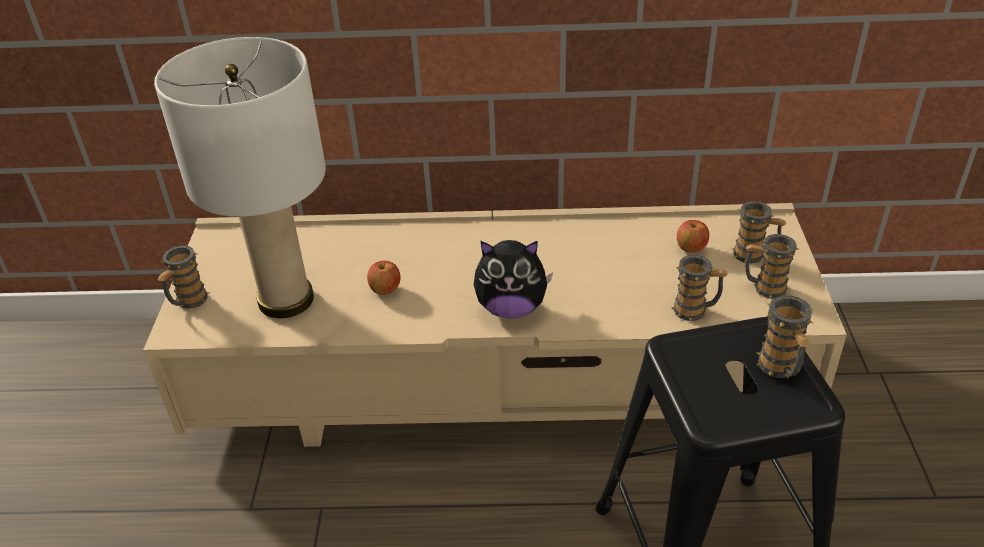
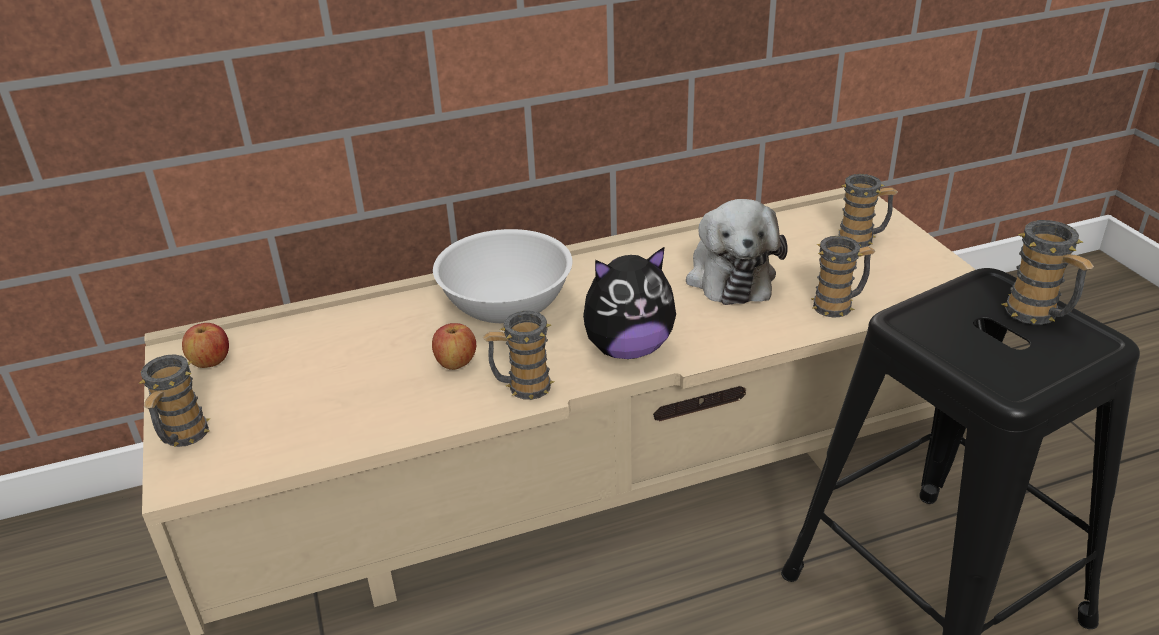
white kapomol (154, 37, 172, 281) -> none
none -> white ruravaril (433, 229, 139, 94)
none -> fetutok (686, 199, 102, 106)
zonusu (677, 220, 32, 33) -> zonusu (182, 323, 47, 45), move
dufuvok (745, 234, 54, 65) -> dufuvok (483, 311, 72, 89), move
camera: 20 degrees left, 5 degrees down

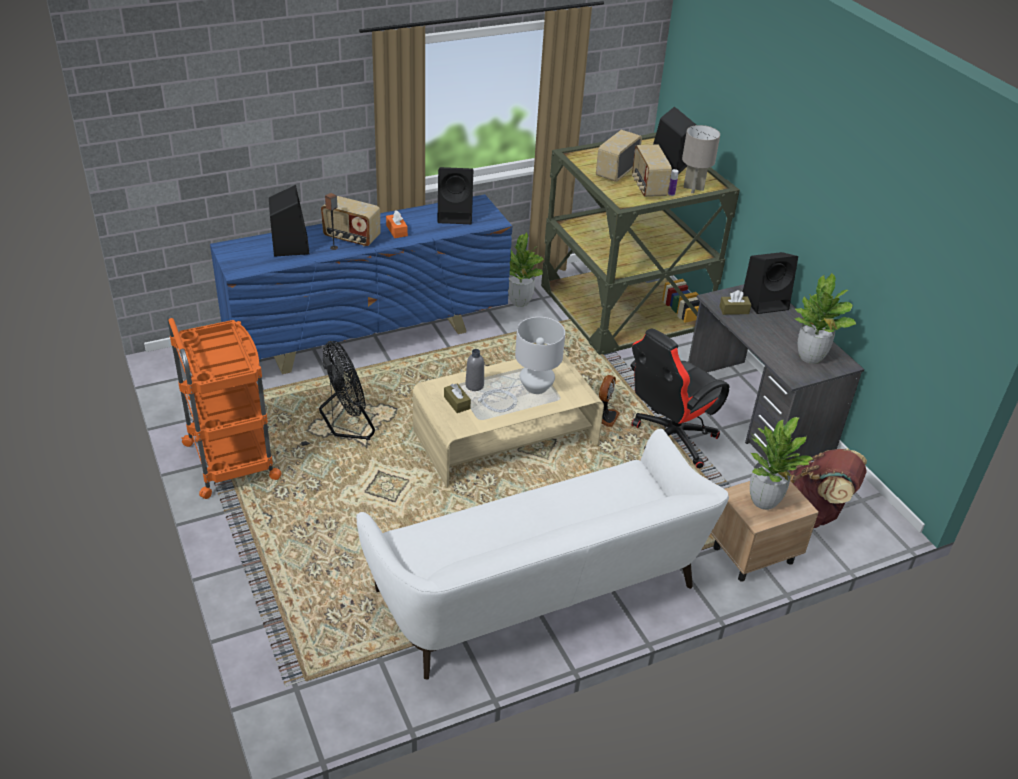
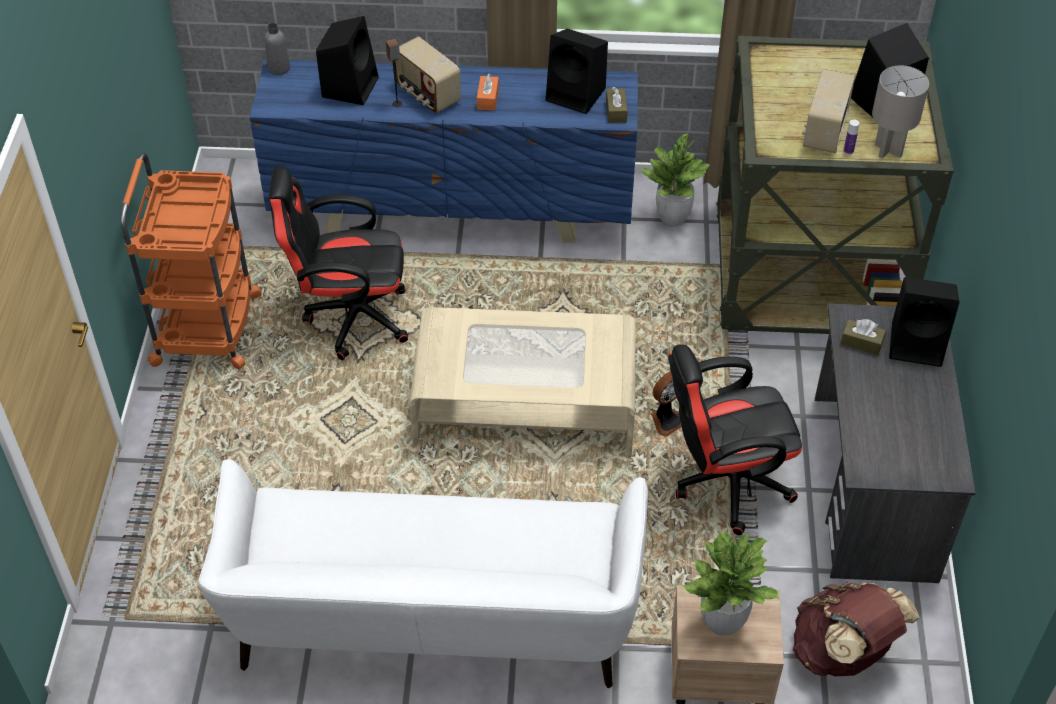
white kapomol (478, 317, 87, 95) -> none
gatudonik (596, 130, 46, 52) -> none
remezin (795, 273, 61, 91) -> none
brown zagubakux (444, 383, 27, 30) -> brown zagubakux (606, 87, 22, 36), move
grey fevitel (465, 349, 19, 42) -> grey fevitel (264, 23, 26, 52), move
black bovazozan (300, 341, 75, 105) -> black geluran (268, 167, 140, 194)
camera: 30 degrees right, 10 degrees up

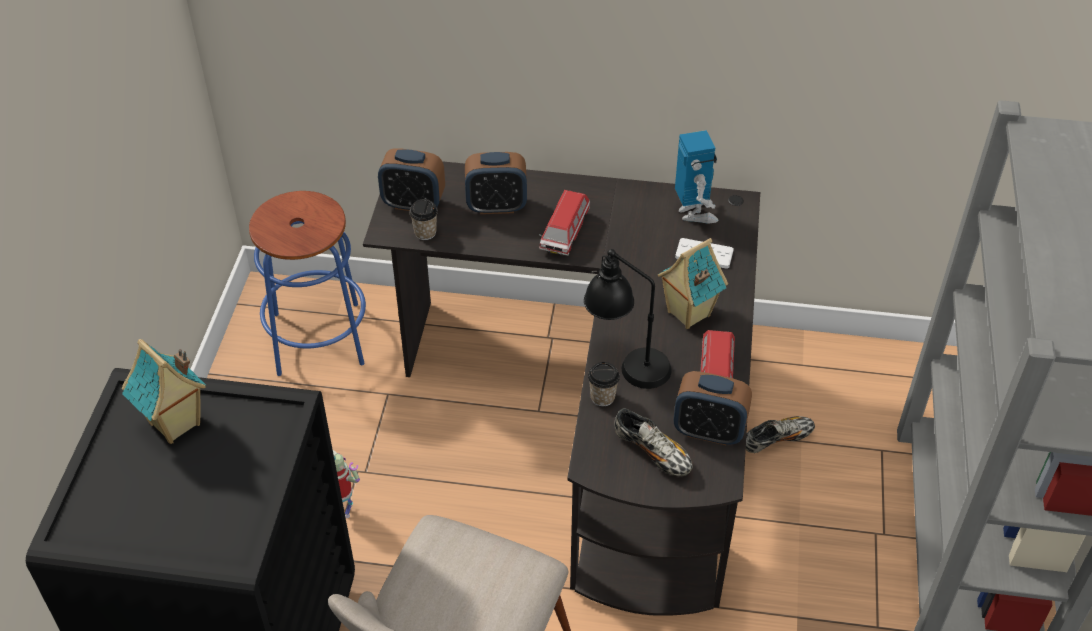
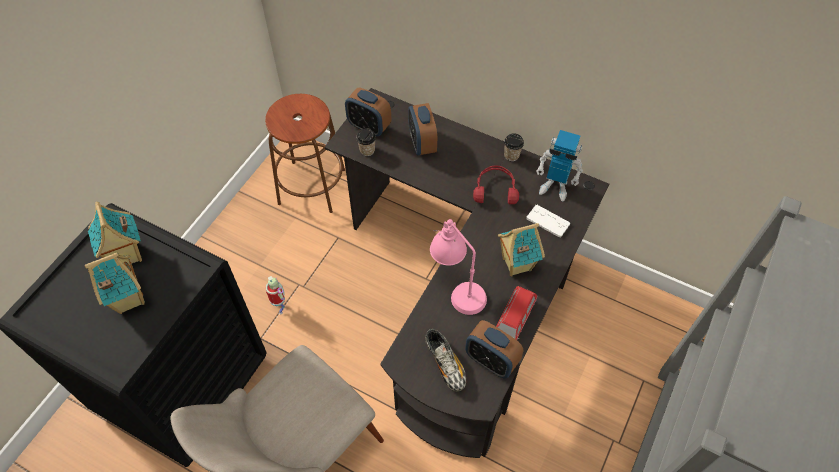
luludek (539, 190, 51, 66) -> none
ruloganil (746, 416, 69, 37) -> none
none -> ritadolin (85, 252, 60, 62)
none -> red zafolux (473, 165, 46, 39)
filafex (588, 362, 32, 44) -> filafex (504, 133, 20, 28), move
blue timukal (249, 191, 117, 185) -> brown timukal (265, 94, 80, 119)
black kapomol (584, 249, 88, 140) -> pink kapomol (430, 219, 57, 96)
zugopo (465, 152, 62, 62) -> zugopo (408, 103, 29, 52), 60 degrees clockwise
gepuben (675, 130, 44, 94) -> gepuben (536, 130, 47, 71), 105 degrees clockwise
camera: 20 degrees right, 10 degrees up

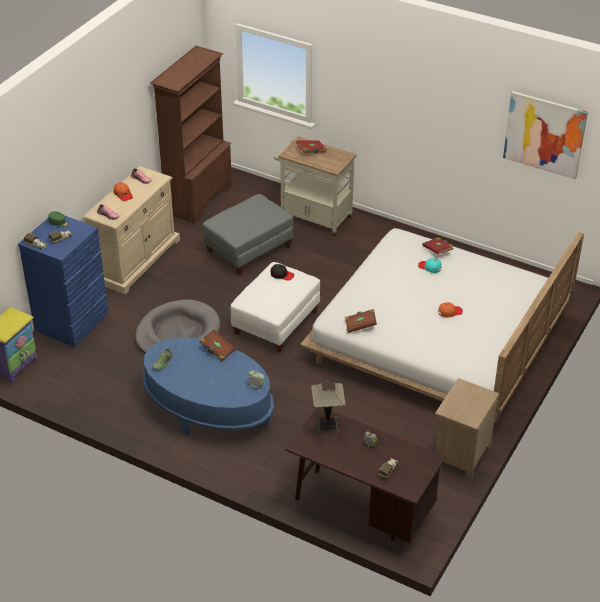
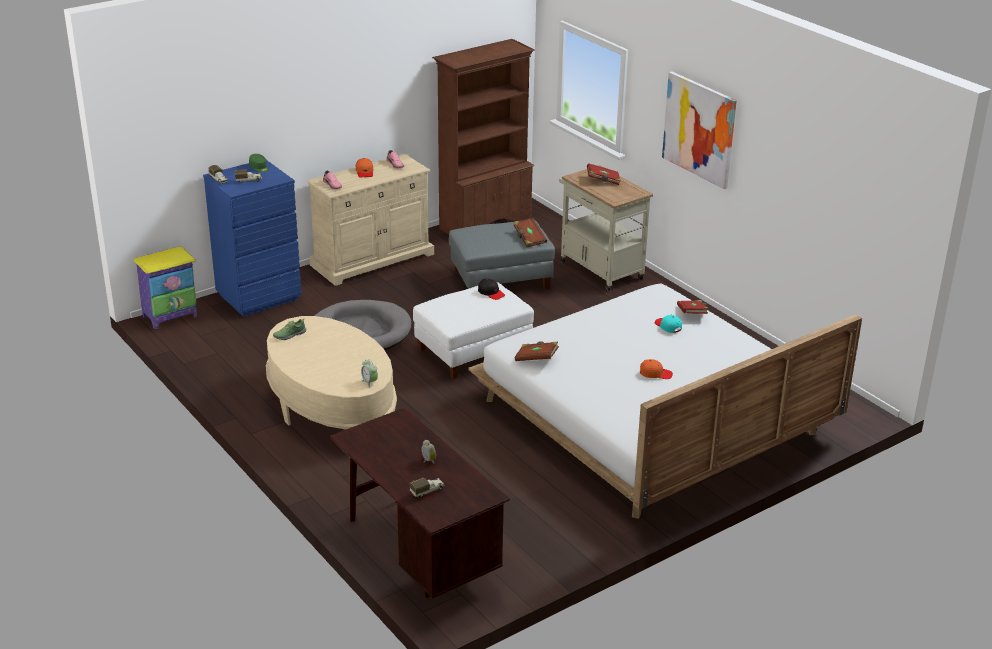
kapomol (311, 381, 35, 53) -> none
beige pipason (435, 378, 64, 100) -> none
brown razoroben (200, 330, 36, 31) -> brown razoroben (513, 218, 34, 29), move
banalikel (503, 91, 85, 88) -> banalikel (662, 71, 75, 118), move
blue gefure (143, 338, 131, 97) -> beige gefure (266, 316, 131, 114)
camera: 25 degrees right, 10 degrees down

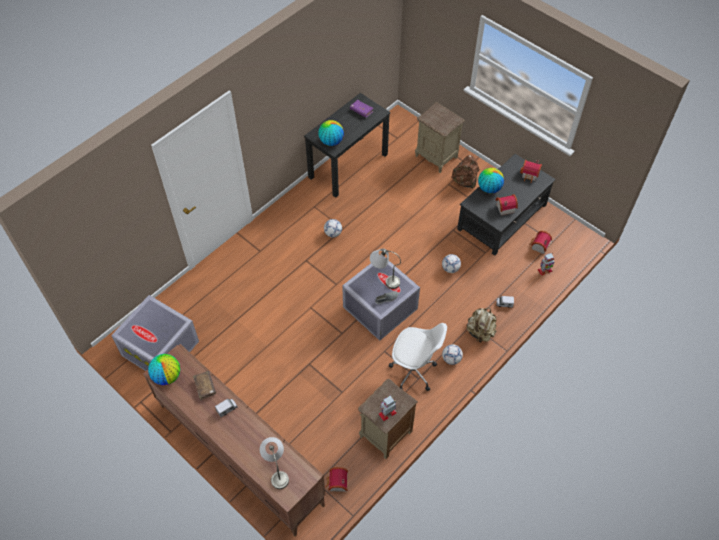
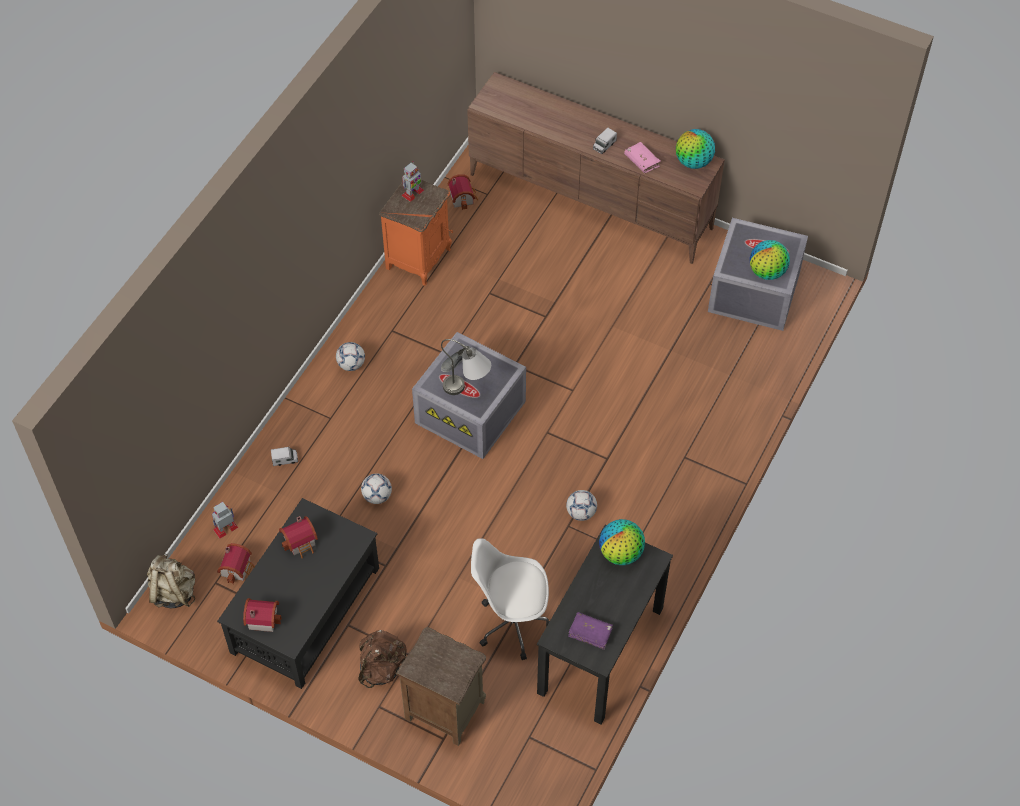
grey kapomol (260, 437, 29, 52) -> none
white geluran (389, 323, 58, 68) -> white geluran (471, 538, 79, 122), move
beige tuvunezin (467, 308, 30, 34) -> beige tuvunezin (147, 553, 48, 55), move
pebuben (478, 168, 26, 26) -> pebuben (750, 240, 40, 40), move
brown razoroben (193, 371, 23, 29) -> pink razoroben (624, 142, 36, 31)
beige pipason (358, 379, 60, 80) -> orange pipason (379, 179, 74, 107)
camera: 165 degrees right, 0 degrees up

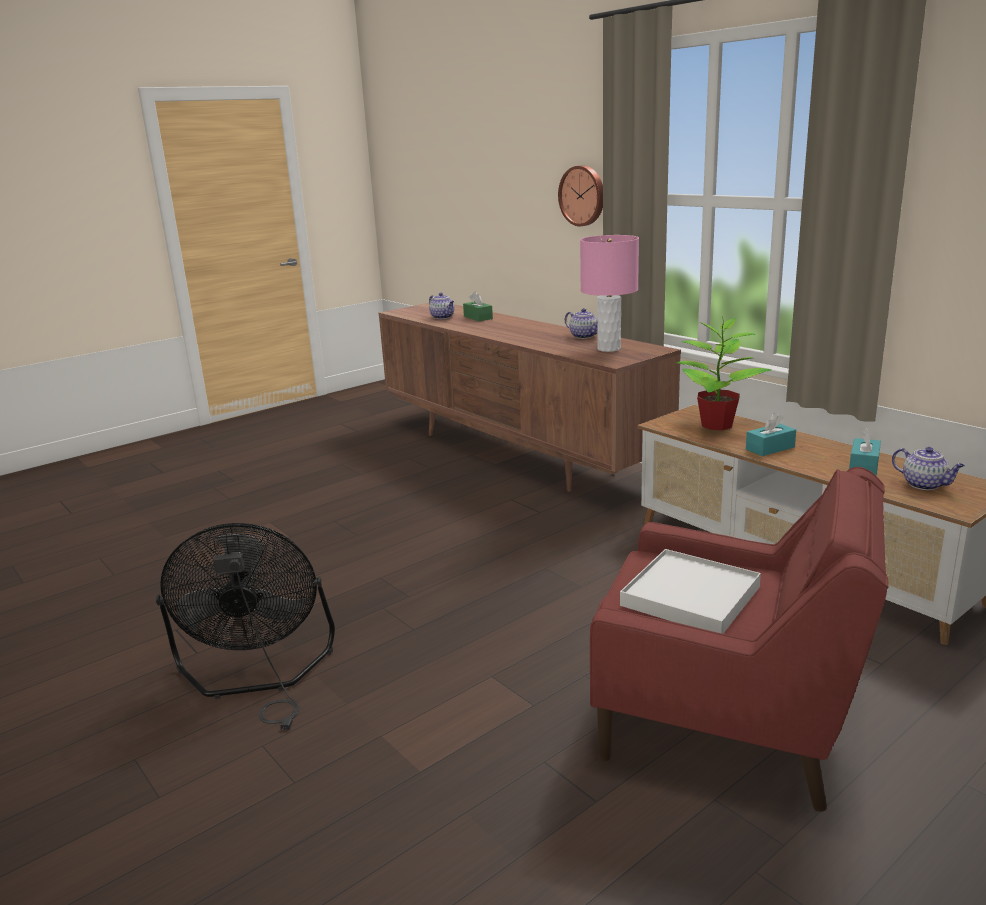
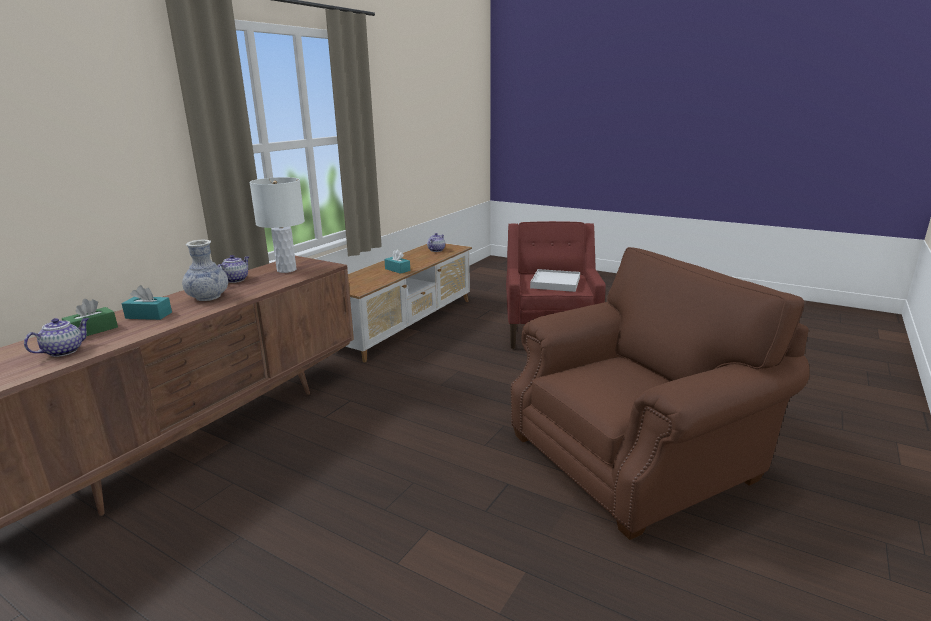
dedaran (558, 165, 45, 61) -> none
remezin (676, 317, 96, 113) -> none
none -> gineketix (182, 240, 46, 61)
turquoise zagubakux (849, 428, 32, 47) -> turquoise zagubakux (121, 285, 51, 35), move
black bovazozan (156, 523, 179, 207) -> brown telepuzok (510, 247, 300, 293)
pink kapomol (580, 235, 59, 117) -> white kapomol (249, 177, 56, 96)
camera: 110 degrees left, 0 degrees up

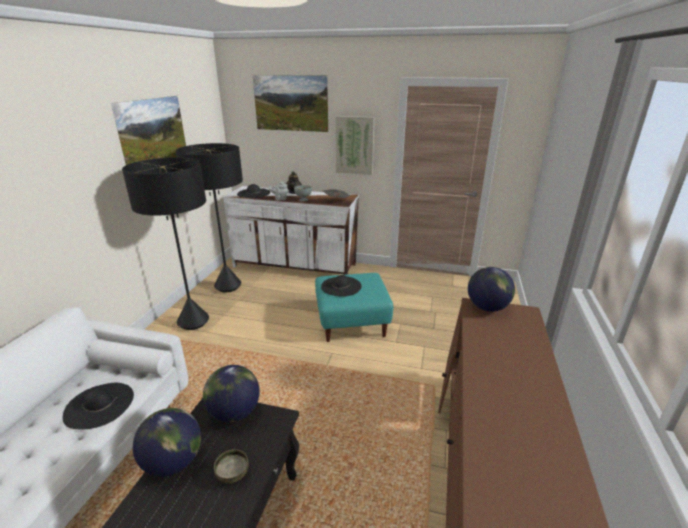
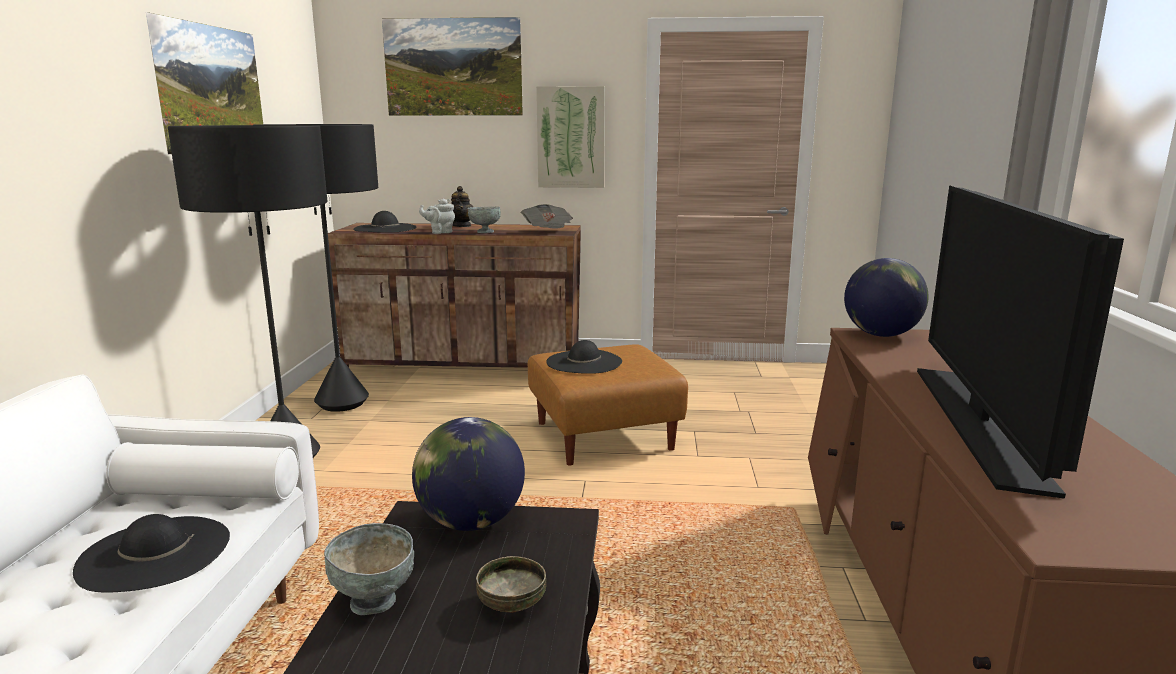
none -> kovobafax (917, 185, 207, 314)
pebuben (133, 408, 68, 69) -> grey ruravaril (324, 523, 90, 92)
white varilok (223, 186, 136, 89) -> brown varilok (328, 223, 253, 145)
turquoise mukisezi (315, 273, 78, 69) -> brown mukisezi (528, 344, 160, 122)
camera: 10 degrees left, 10 degrees down

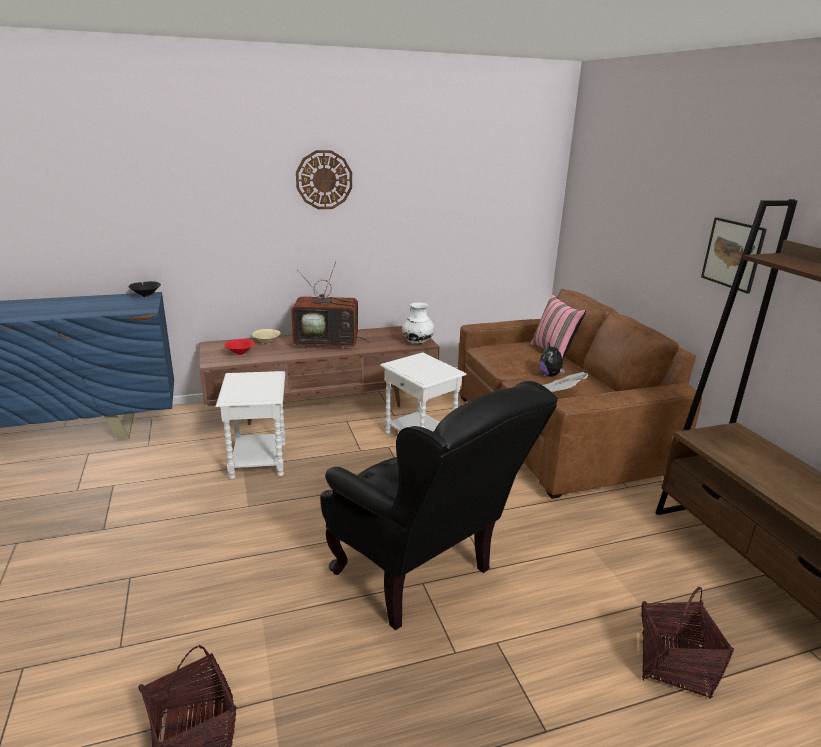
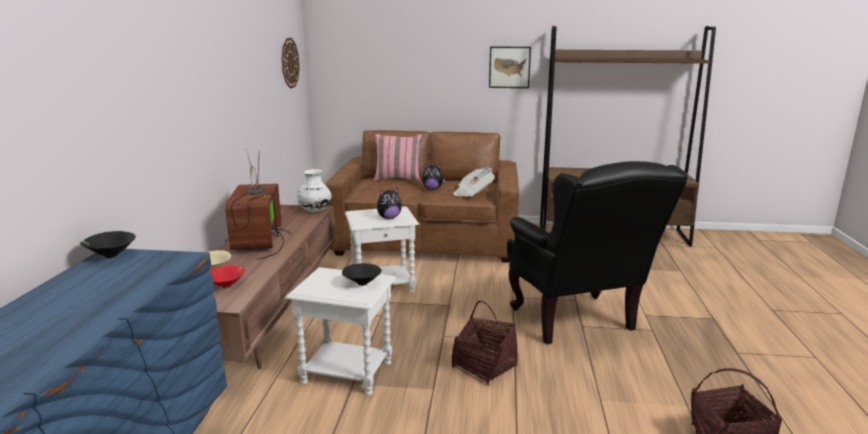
none -> black ruravaril (342, 263, 40, 23)
none -> fetutok (377, 187, 25, 32)
dedaran (296, 150, 56, 59) -> dedaran (282, 38, 18, 51), move
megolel (641, 587, 93, 112) -> megolel (452, 301, 66, 85), move
kovobafax (291, 262, 79, 87) -> kovobafax (225, 148, 67, 112), 150 degrees clockwise
black telepuzok (320, 381, 238, 250) -> black telepuzok (507, 161, 181, 184), 90 degrees clockwise
camera: 65 degrees left, 5 degrees down

